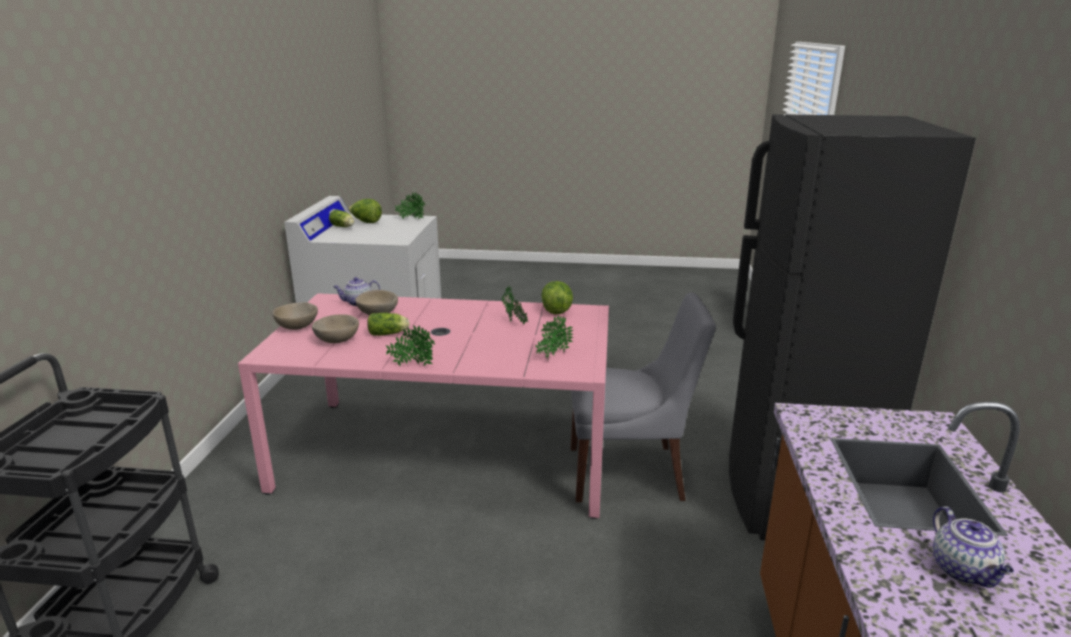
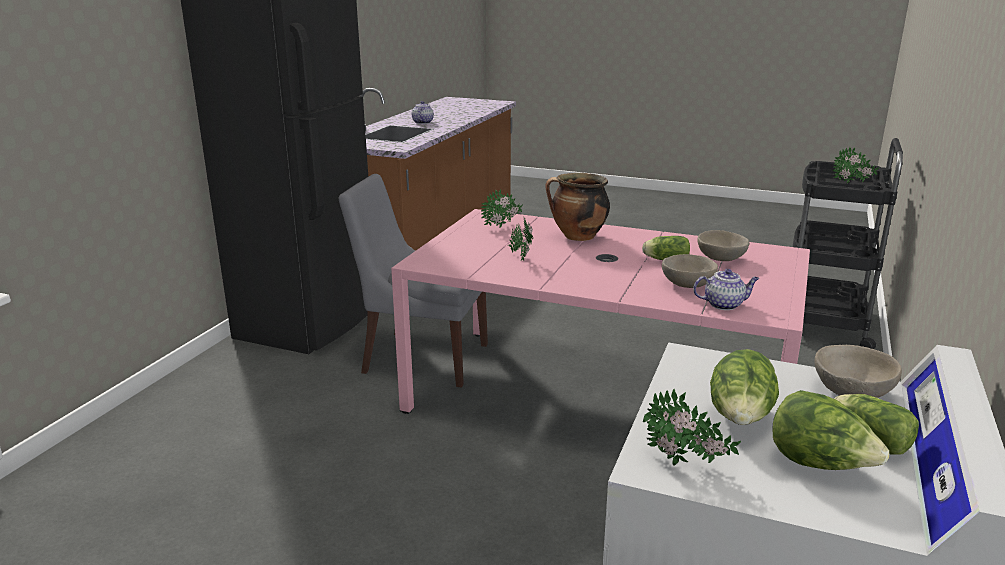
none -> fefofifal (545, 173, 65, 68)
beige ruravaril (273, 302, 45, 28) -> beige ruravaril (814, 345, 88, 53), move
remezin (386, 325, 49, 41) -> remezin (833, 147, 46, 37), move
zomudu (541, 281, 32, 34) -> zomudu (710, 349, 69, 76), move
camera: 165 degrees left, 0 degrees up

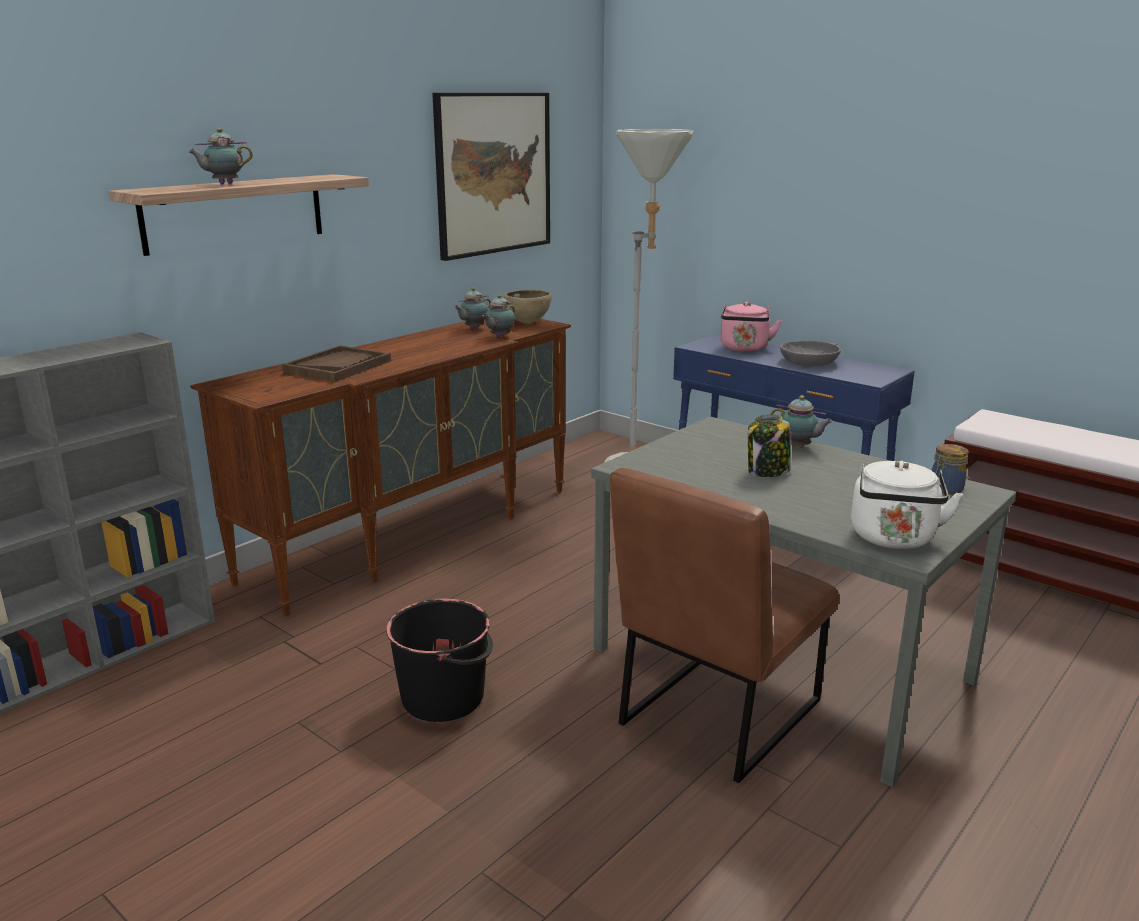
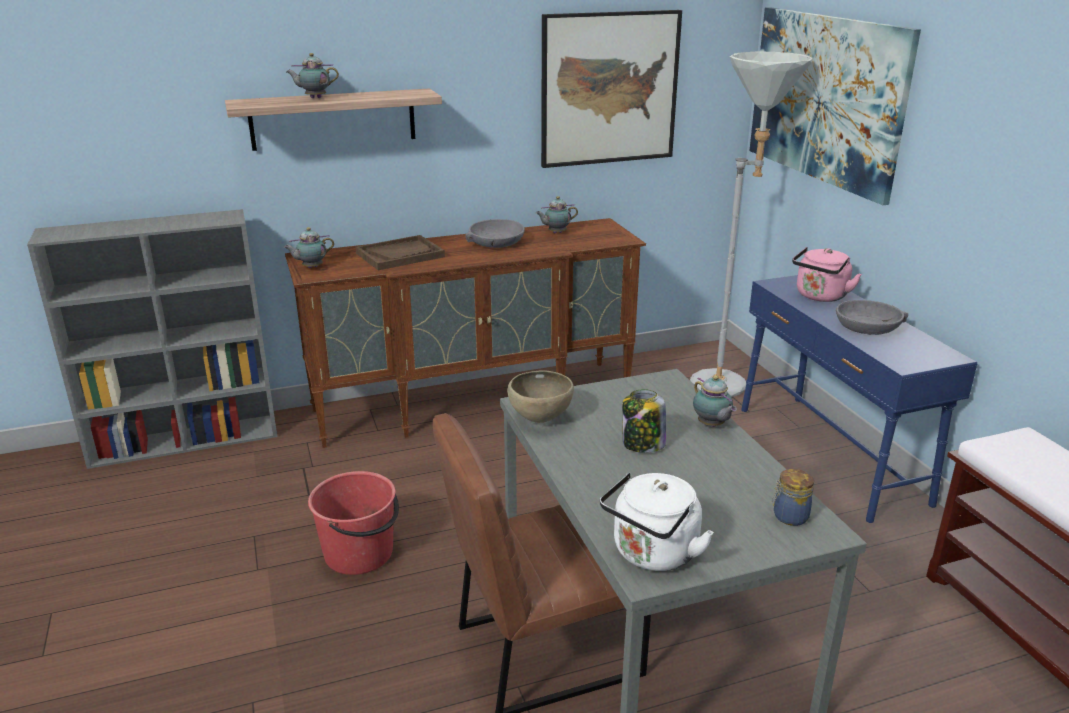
none -> grey ruravaril (465, 219, 60, 29)
none -> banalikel (749, 7, 172, 198)
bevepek (482, 294, 33, 43) -> bevepek (284, 227, 50, 41), move
brown ruravaril (503, 290, 49, 34) -> brown ruravaril (507, 370, 67, 53), move
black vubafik (386, 599, 107, 123) -> red vubafik (308, 471, 91, 104)
camera: 30 degrees right, 5 degrees up

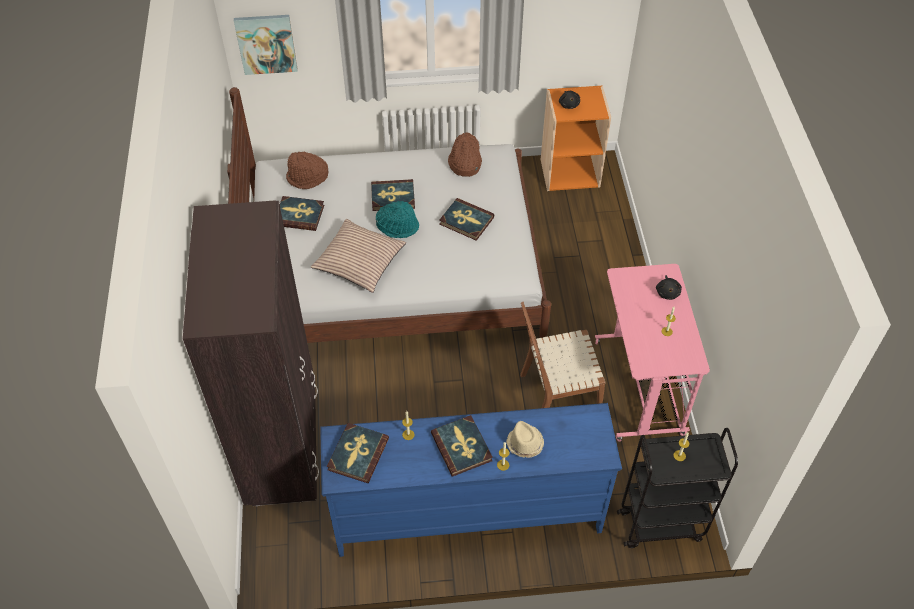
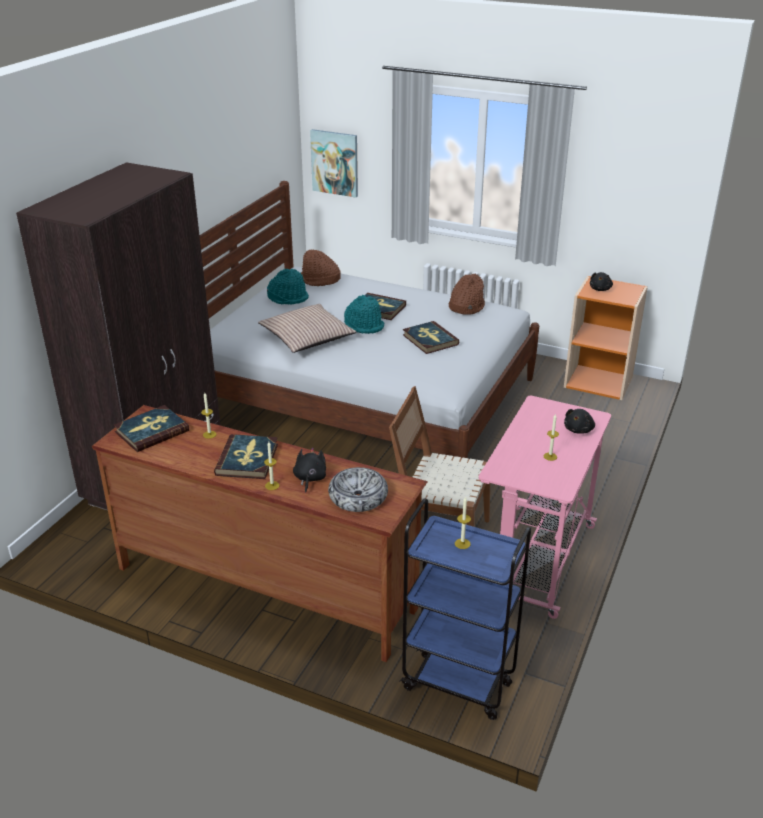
none -> ruravaril (328, 467, 60, 45)
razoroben (280, 196, 44, 35) -> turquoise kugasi (267, 269, 42, 36)
beige kugasi (506, 421, 38, 37) -> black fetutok (293, 447, 33, 46)
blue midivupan (320, 403, 302, 154) -> brown midivupan (92, 405, 336, 257)
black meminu (617, 428, 121, 120) -> blue meminu (399, 498, 132, 222)
camera: 30 degrees right, 20 degrees down

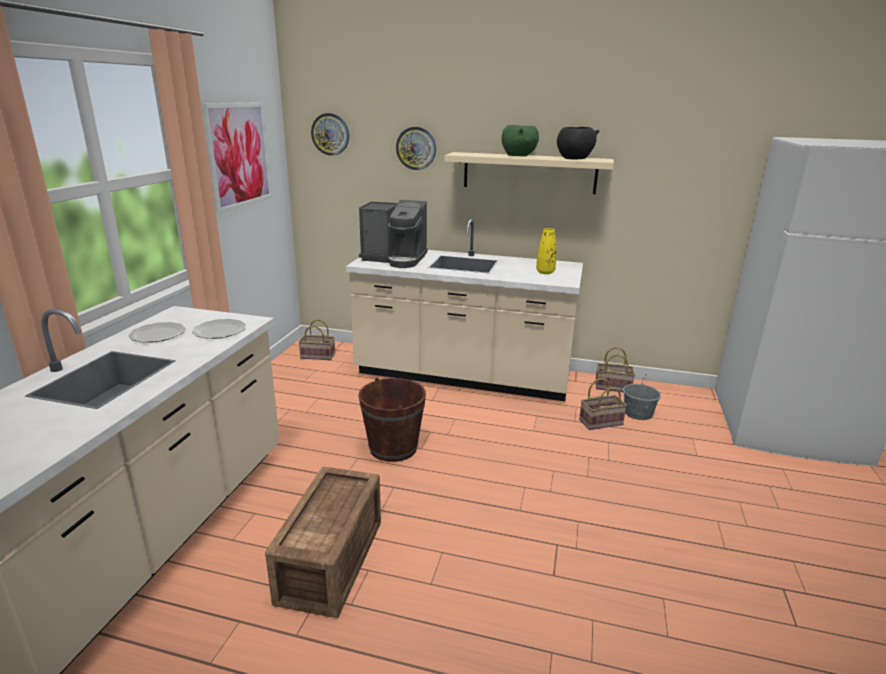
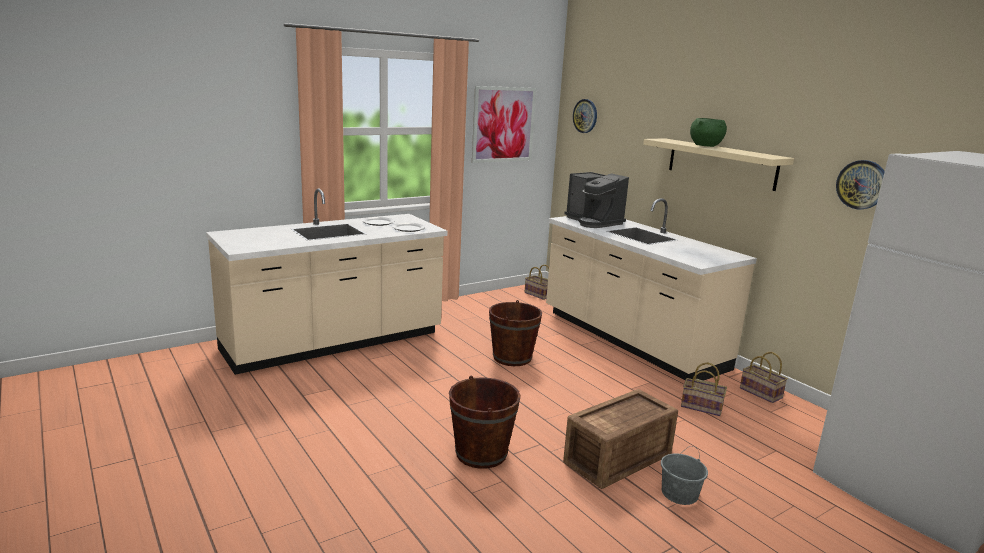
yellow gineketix (536, 228, 20, 46) -> none
black ruravaril (557, 127, 43, 32) -> none
none -> brown vubafik (449, 375, 72, 94)
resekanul (265, 467, 116, 151) -> resekanul (563, 389, 115, 100), move
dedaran (396, 127, 40, 43) -> dedaran (836, 160, 49, 49), move
grey vubafik (623, 374, 38, 46) -> grey vubafik (661, 446, 47, 59), move
camera: 40 degrees right, 5 degrees down

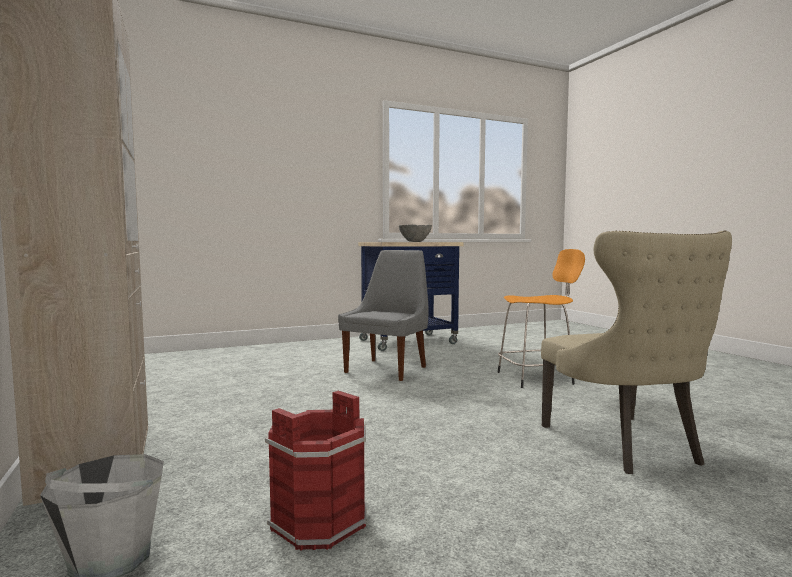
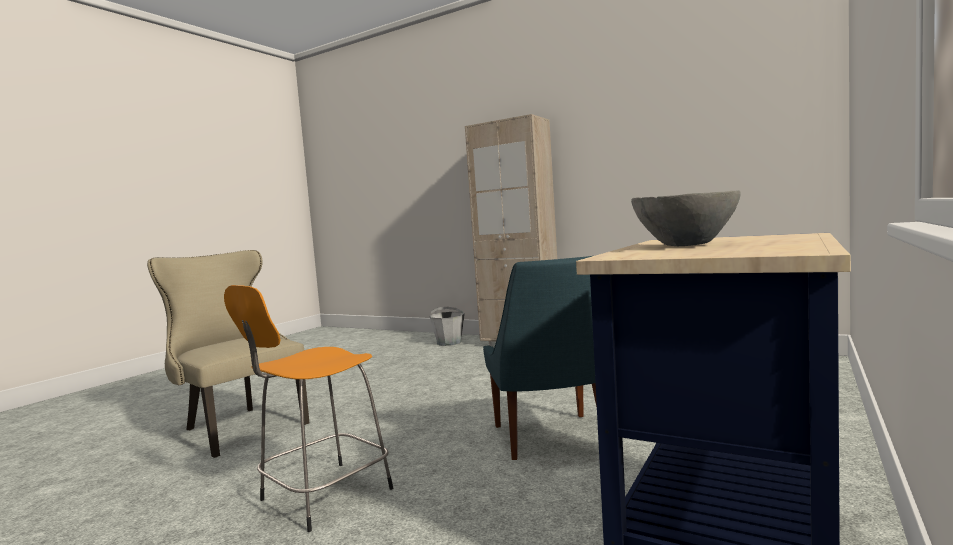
red vubafik (265, 391, 102, 159) -> none
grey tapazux (338, 250, 91, 131) -> blue tapazux (483, 256, 114, 204)
camera: 145 degrees right, 0 degrees up

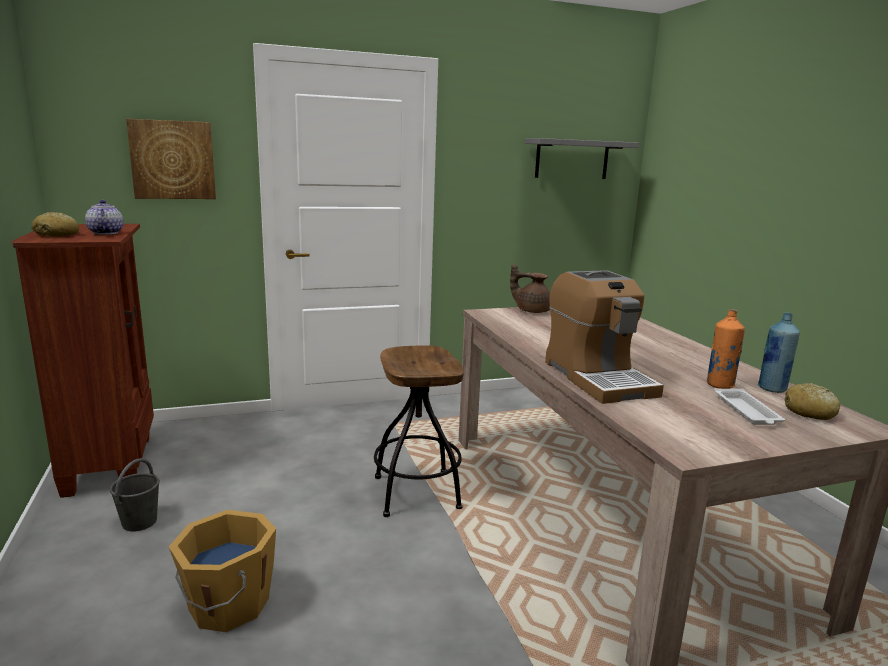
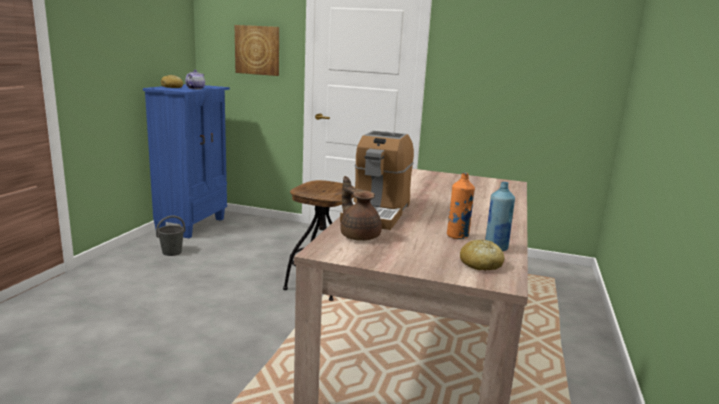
orange vubafik (169, 510, 107, 122) -> none
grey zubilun (525, 138, 114, 41) -> none
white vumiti (714, 389, 71, 36) -> none
brown bevepek (510, 264, 40, 49) -> brown bevepek (341, 176, 41, 65), move
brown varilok (11, 224, 143, 274) -> blue varilok (143, 84, 87, 154)
camera: 35 degrees right, 0 degrees up

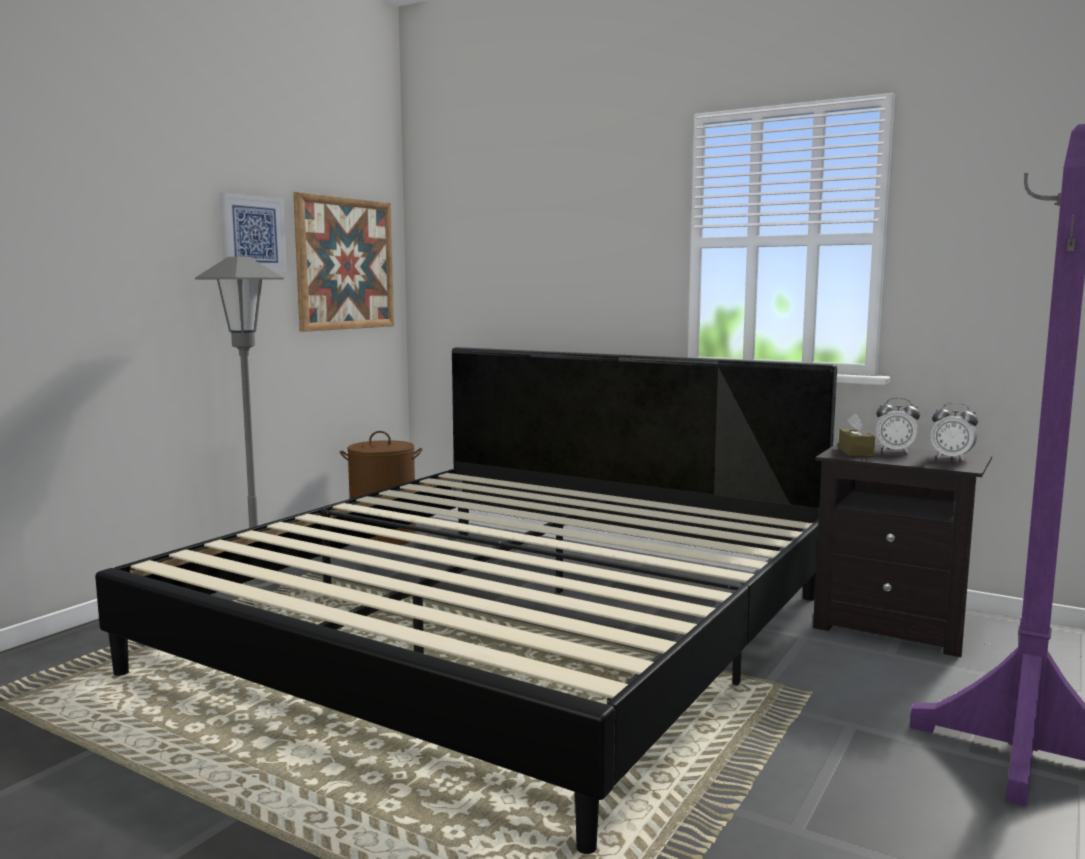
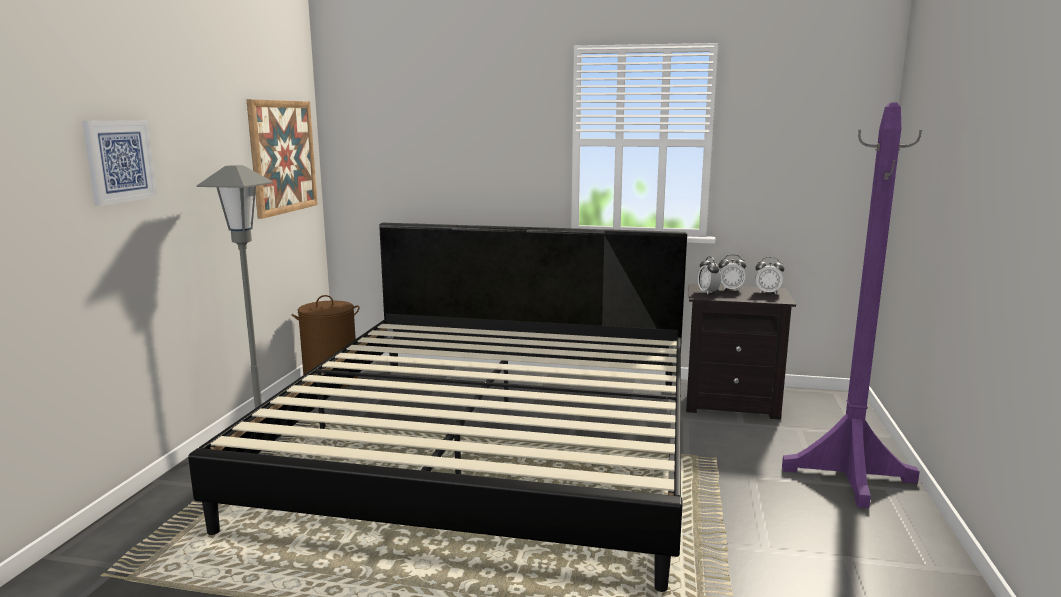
banalikel (219, 192, 68, 81) -> banalikel (82, 120, 75, 86), move
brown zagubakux (838, 413, 37, 43) -> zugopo (698, 256, 23, 38)
camera: 20 degrees left, 5 degrees up

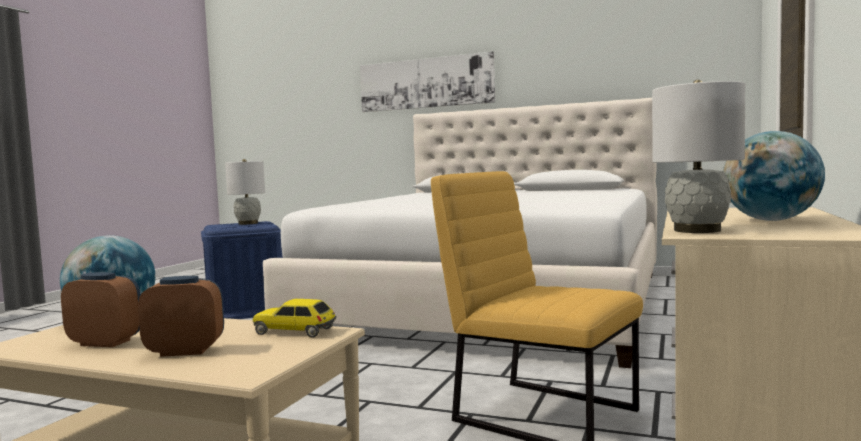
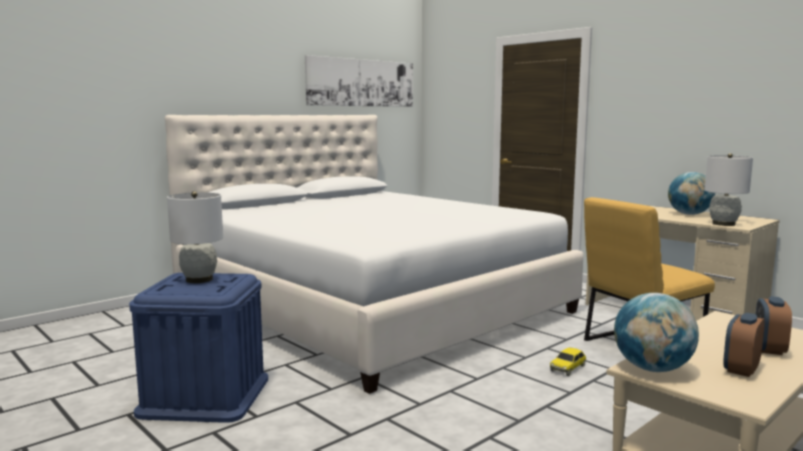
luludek (253, 299, 83, 39) -> luludek (550, 348, 36, 28), move
banalikel (360, 51, 135, 61) -> banalikel (305, 55, 108, 52), move
camera: 65 degrees left, 5 degrees up

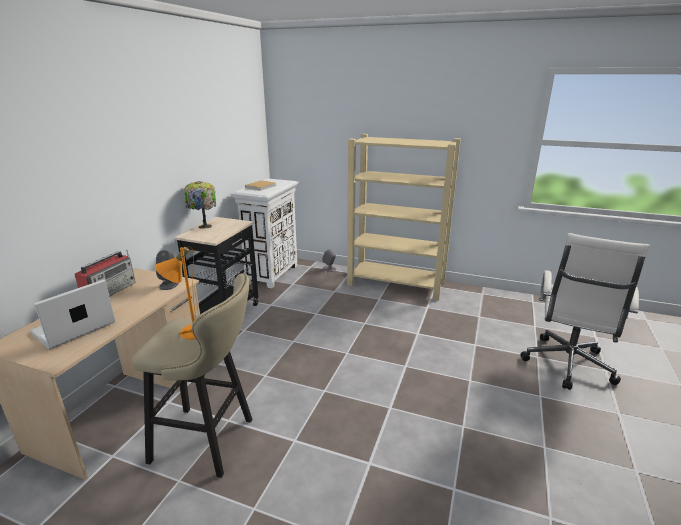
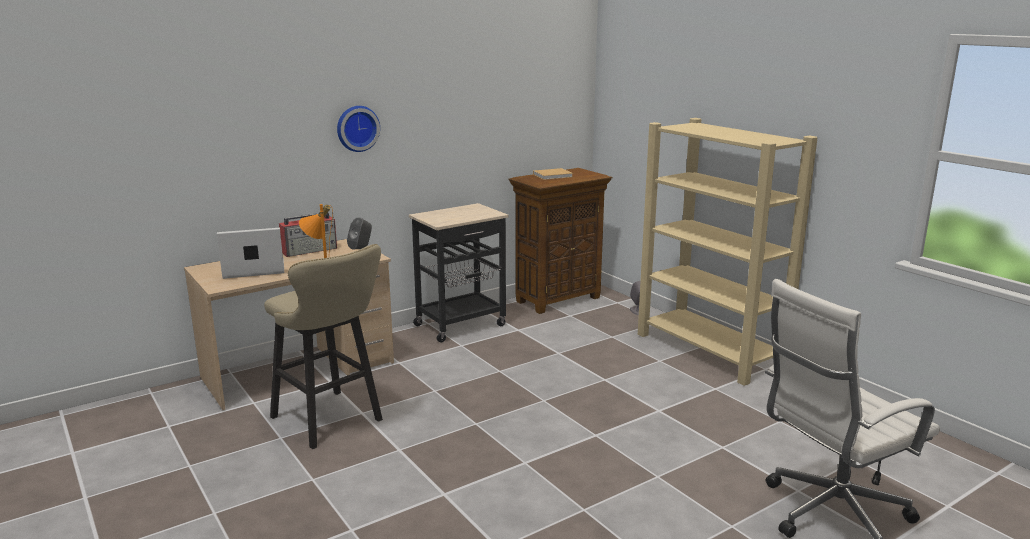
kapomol (184, 181, 32, 48) -> none
none -> dedaran (337, 106, 43, 46)
white varilok (231, 178, 68, 110) -> brown varilok (508, 168, 104, 146)
camera: 35 degrees right, 5 degrees down

